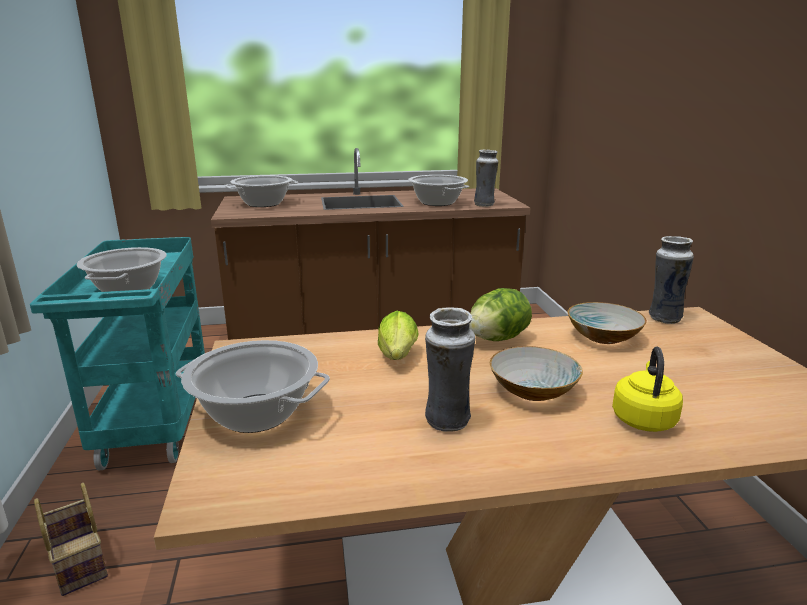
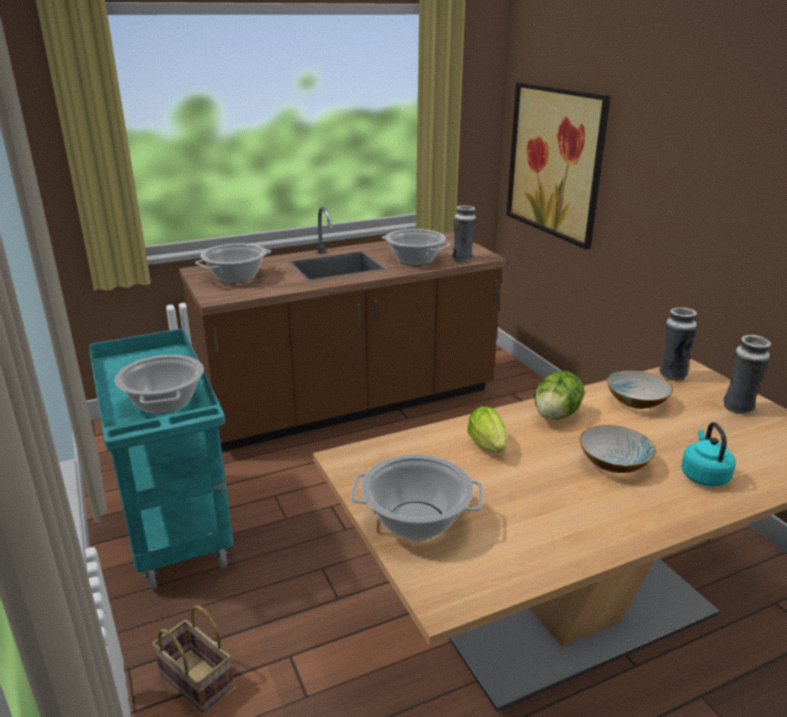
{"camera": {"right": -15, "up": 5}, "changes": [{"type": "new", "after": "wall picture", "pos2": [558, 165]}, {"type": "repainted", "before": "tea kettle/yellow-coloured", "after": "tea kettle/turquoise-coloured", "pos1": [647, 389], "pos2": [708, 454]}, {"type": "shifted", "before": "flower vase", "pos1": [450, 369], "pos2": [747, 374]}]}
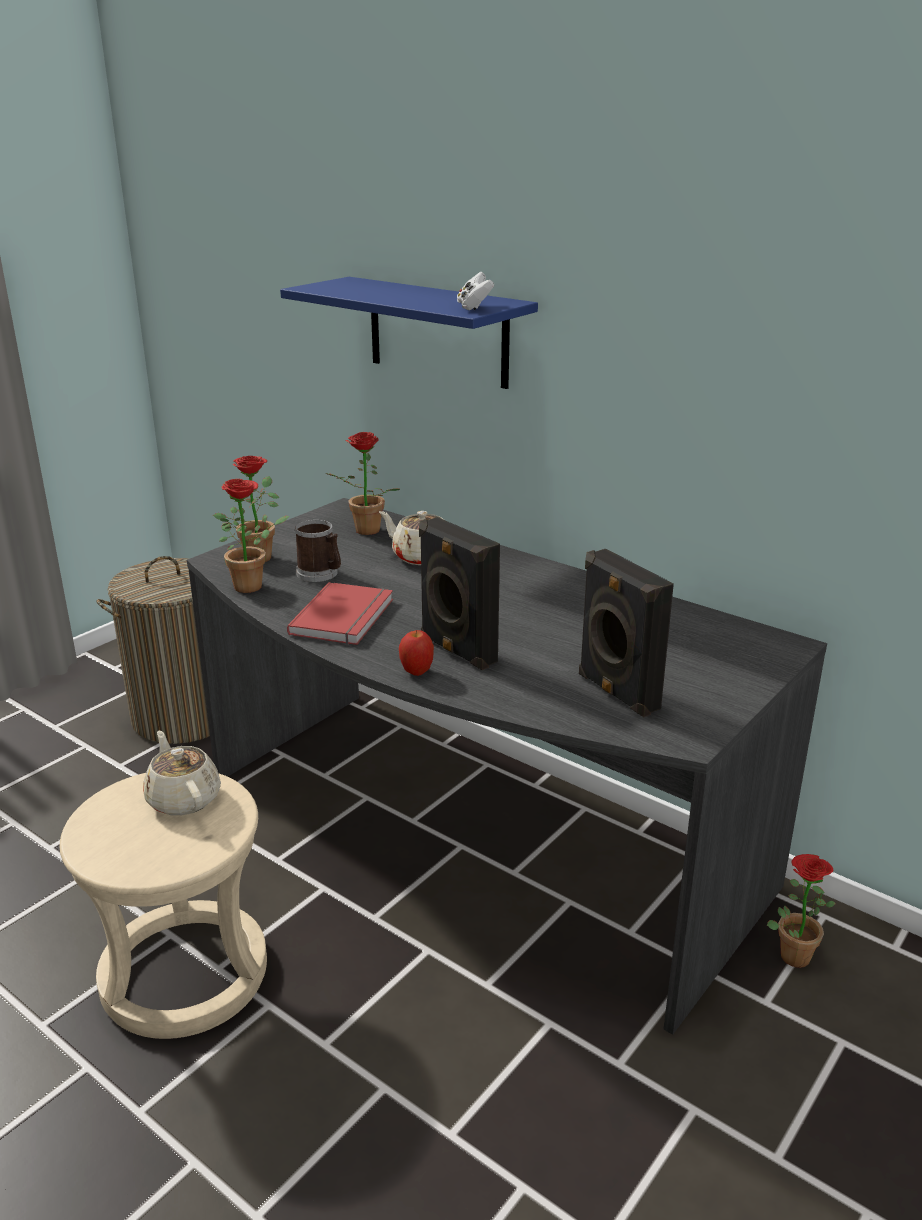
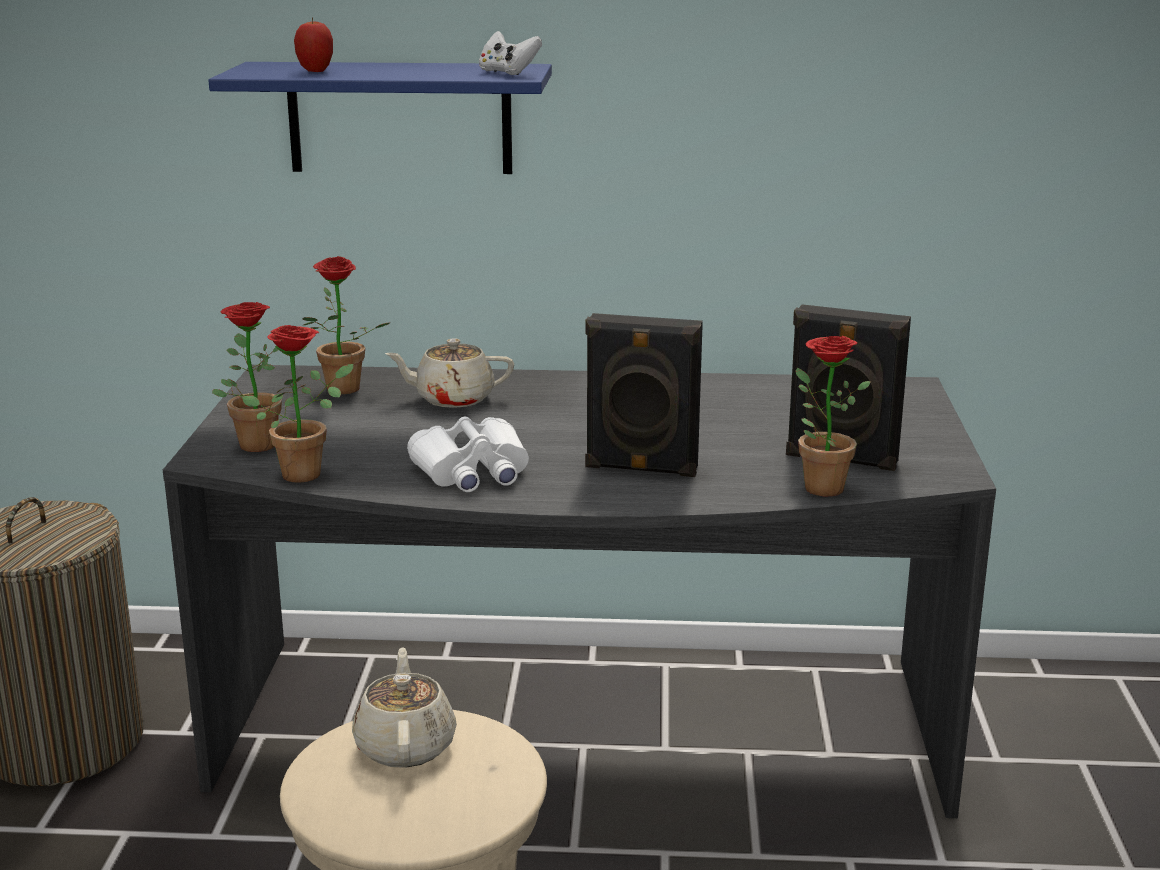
{"camera": {"right": -35, "up": -5}, "changes": [{"type": "shifted", "before": "apple fruit", "pos1": [416, 653], "pos2": [313, 44]}, {"type": "rotated", "before": "tea pot/beige-coloured", "pos1": [182, 773], "pos2": [404, 707], "turn": 60}, {"type": "swapped", "before": "volume/red-coloured", "after": "field glasses/white", "pos1": [340, 613], "pos2": [468, 454]}, {"type": "shifted", "before": "potted plant", "pos1": [801, 911], "pos2": [833, 416]}, {"type": "gone", "before": "coffee mug", "pos1": [317, 551]}]}
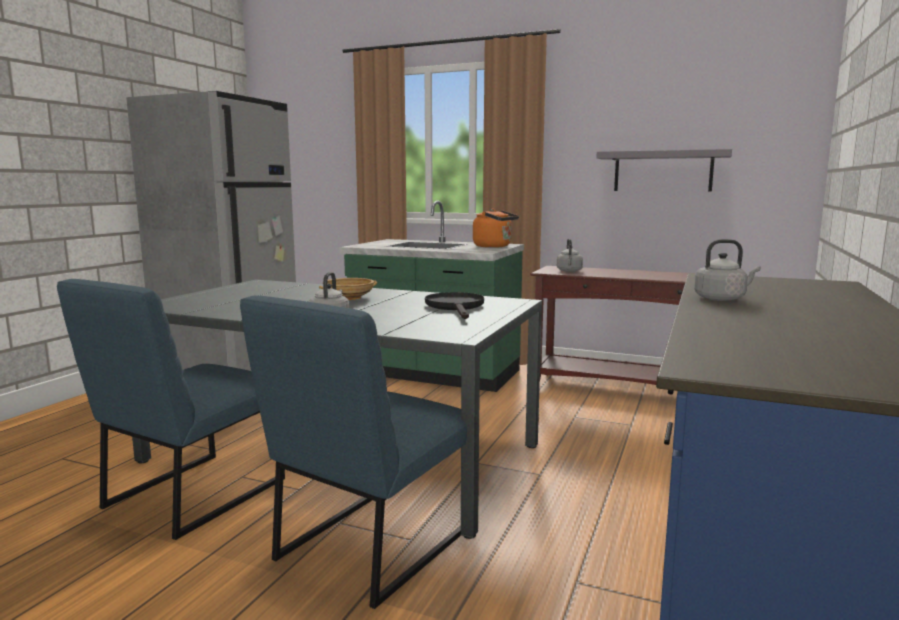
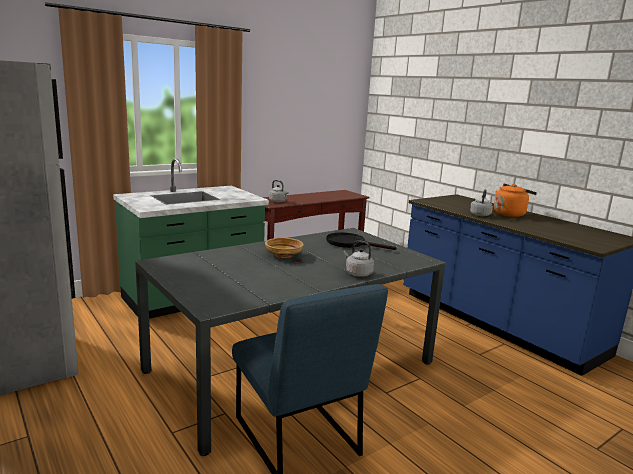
{"camera": {"right": -60, "up": 5}, "changes": [{"type": "shifted", "before": "tea kettle/orangey", "pos1": [496, 228], "pos2": [515, 200]}, {"type": "gone", "before": "upright chair/bluish", "pos1": [353, 452]}, {"type": "gone", "before": "bracket shelf/greyish", "pos1": [664, 170]}]}
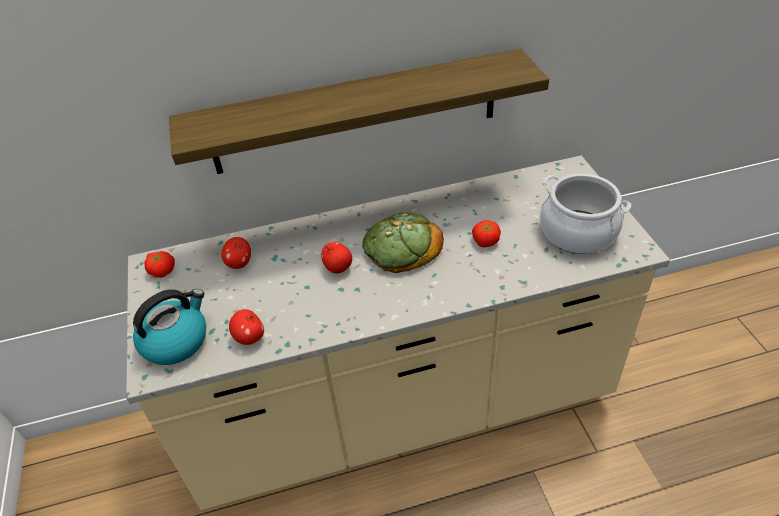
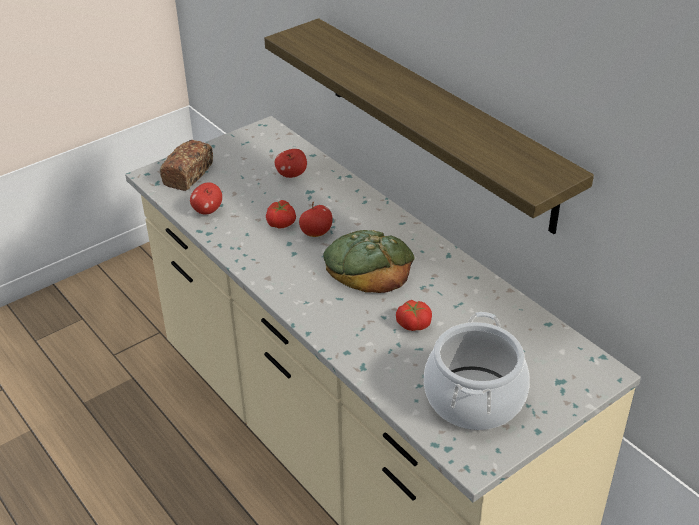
{"camera": {"right": 65, "up": -5}, "changes": [{"type": "swapped", "before": "tea kettle", "after": "bakery bread", "pos1": [169, 327], "pos2": [186, 165]}, {"type": "shifted", "before": "tomato", "pos1": [159, 264], "pos2": [281, 214]}]}
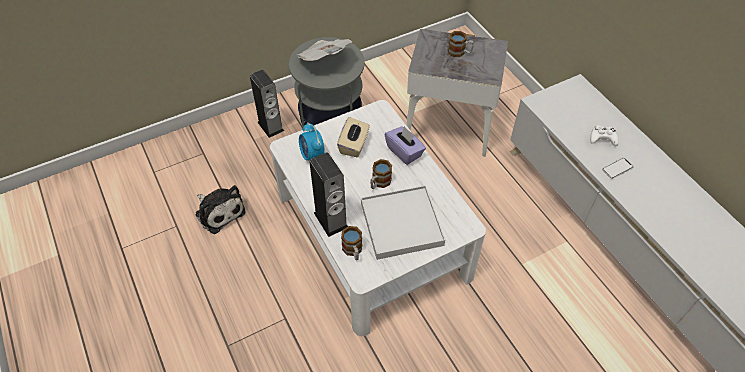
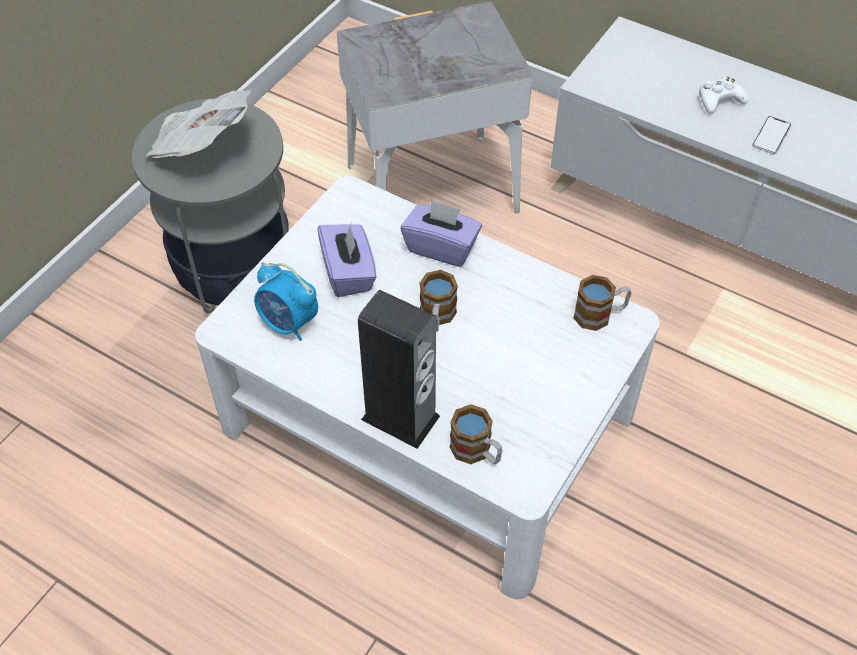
{"camera": {"right": -30, "up": 0}, "changes": [{"type": "repainted", "before": "box of tissues/beige-coloured", "after": "box of tissues/purplish", "pos1": [353, 137], "pos2": [347, 260]}, {"type": "shifted", "before": "coffee mug", "pos1": [461, 44], "pos2": [602, 303]}, {"type": "gone", "before": "cuddly toy", "pos1": [220, 209]}, {"type": "gone", "before": "audio speaker", "pos1": [267, 104]}, {"type": "gone", "before": "serving tray/white", "pos1": [403, 222]}]}
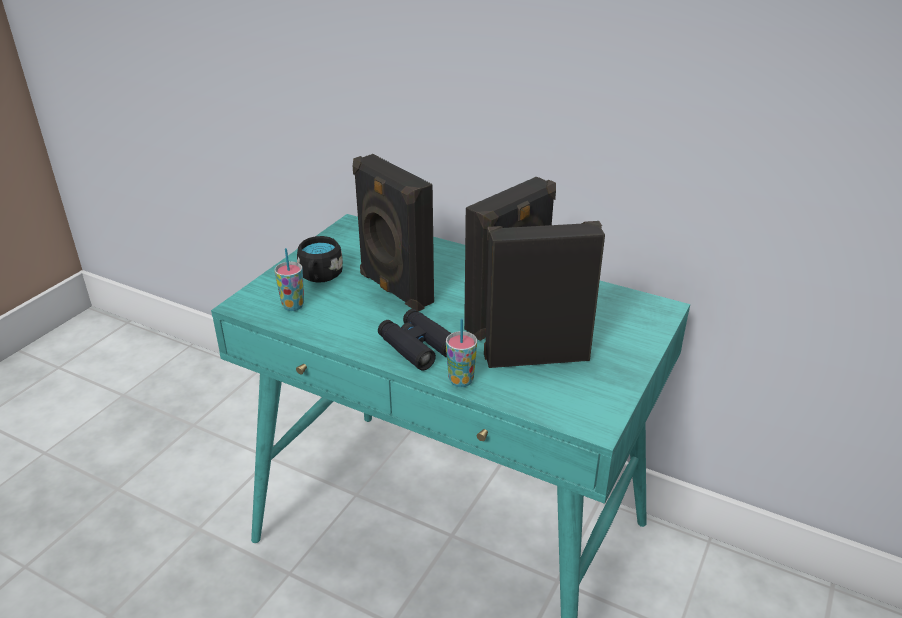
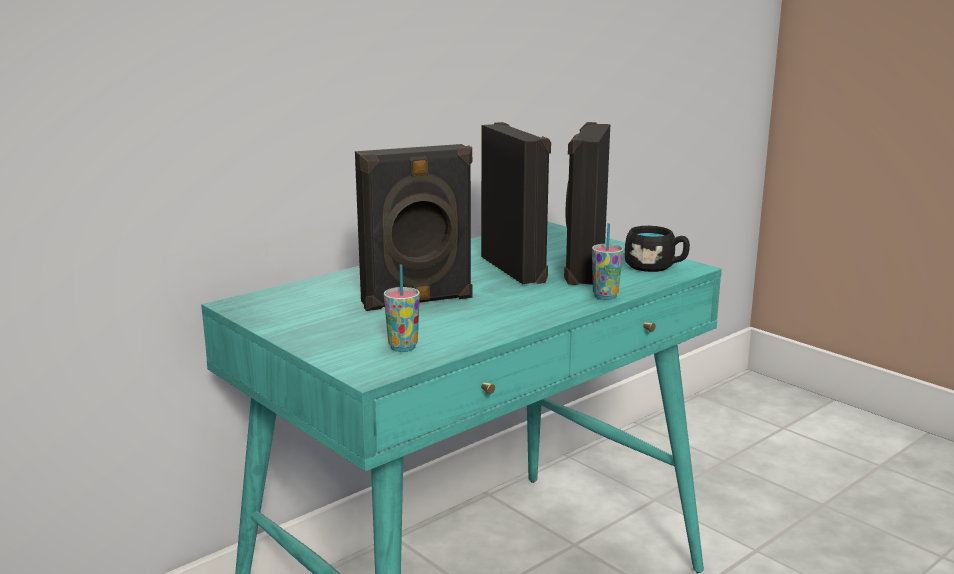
{"camera": {"right": -70, "up": -15}, "changes": [{"type": "shifted", "before": "coffee mug/blackish", "pos1": [320, 259], "pos2": [657, 249]}, {"type": "gone", "before": "field glasses/blackish", "pos1": [414, 339]}]}
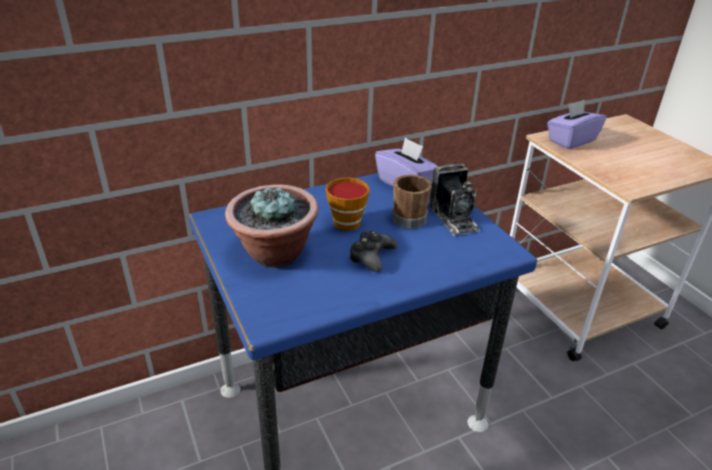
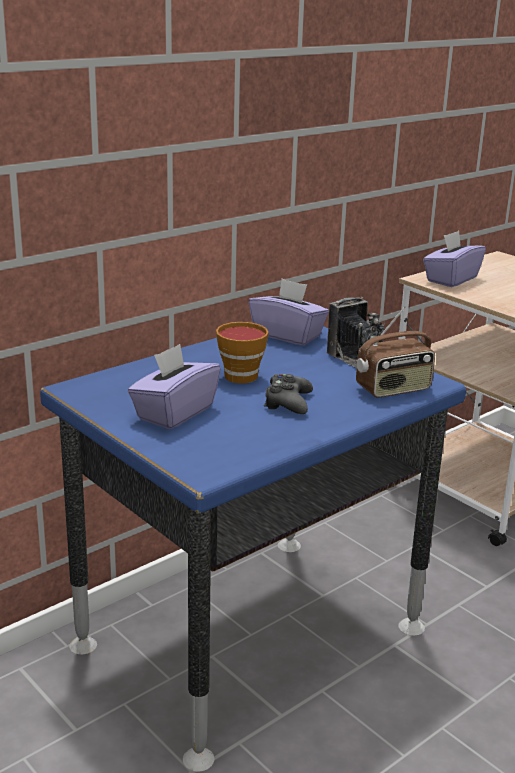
{"camera": {"right": -15, "up": -10}, "changes": [{"type": "swapped", "before": "potted plant", "after": "box of tissues/purplish", "pos1": [272, 226], "pos2": [174, 386]}, {"type": "new", "after": "radio", "pos2": [395, 352]}, {"type": "gone", "before": "coffee mug/brown-coloured", "pos1": [412, 201]}]}
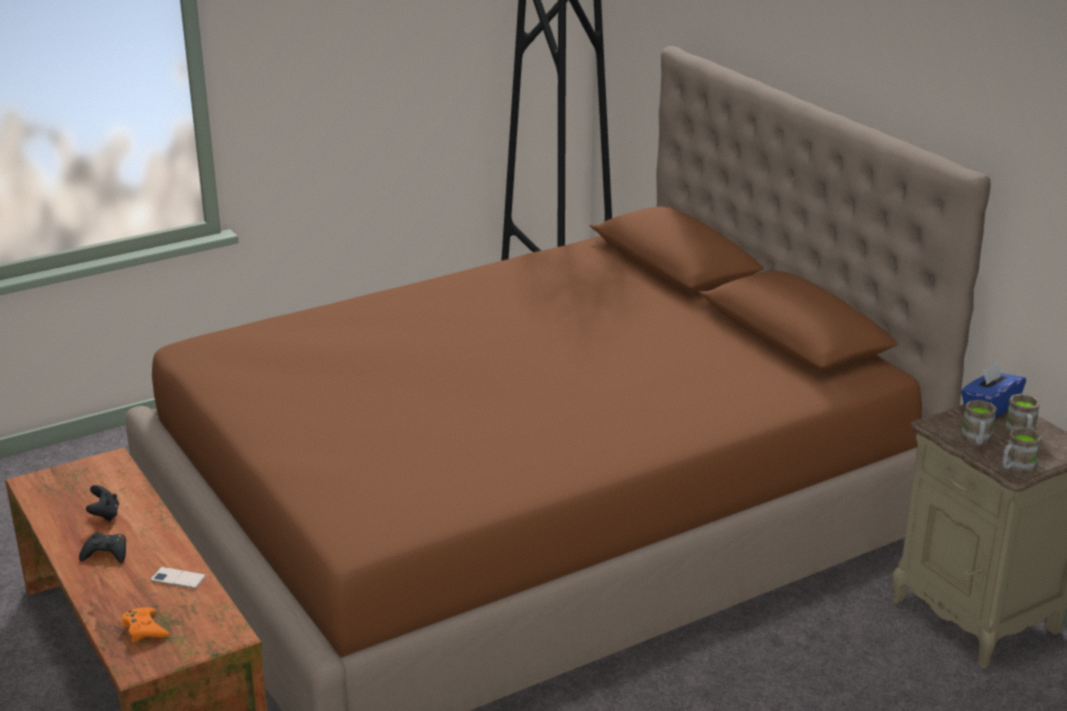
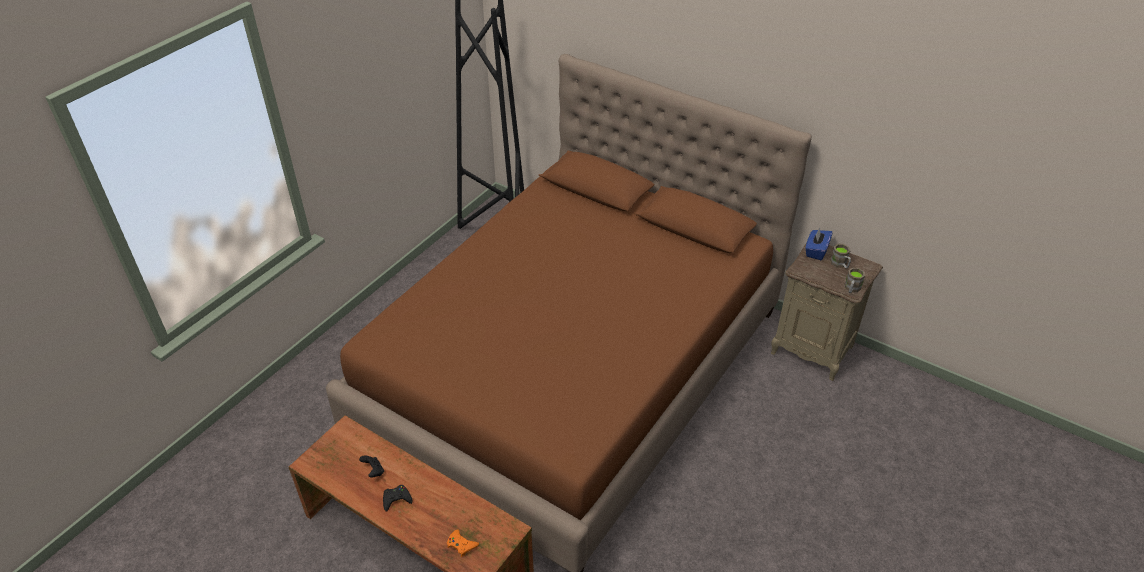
{"camera": {"right": -25, "up": 15}, "changes": [{"type": "gone", "before": "phone", "pos1": [178, 578]}, {"type": "gone", "before": "coffee mug/brown-coloured", "pos1": [978, 422]}]}
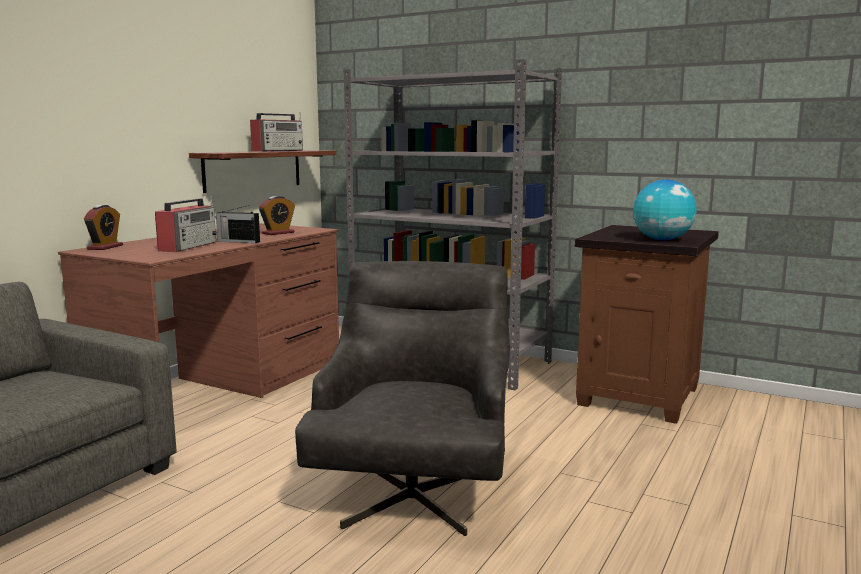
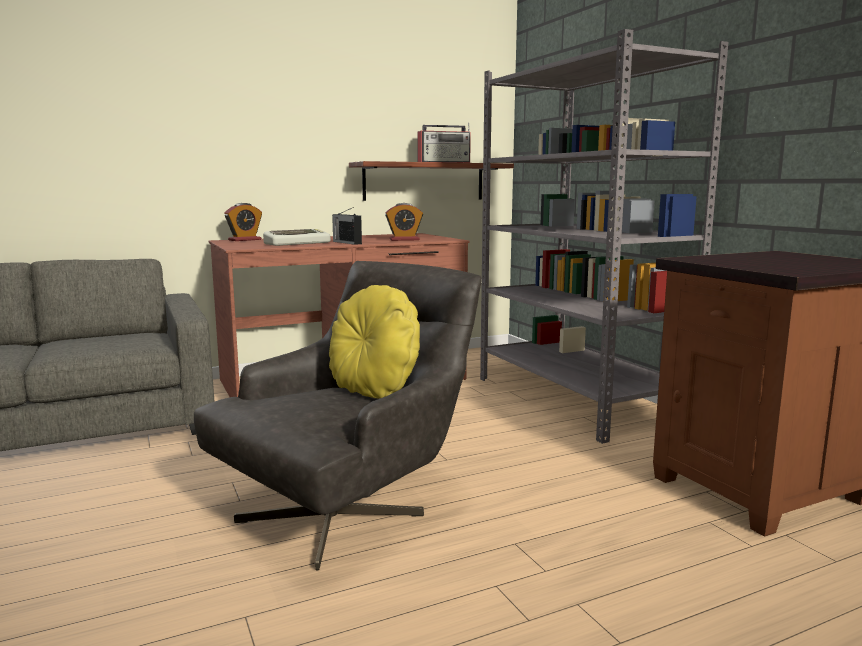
{"camera": {"right": 35, "up": 0}, "changes": [{"type": "swapped", "before": "radio", "after": "PC keyboard", "pos1": [186, 224], "pos2": [297, 237]}, {"type": "new", "after": "pillow/yellow-coloured", "pos2": [374, 342]}, {"type": "gone", "before": "desk globe", "pos1": [664, 210]}]}
